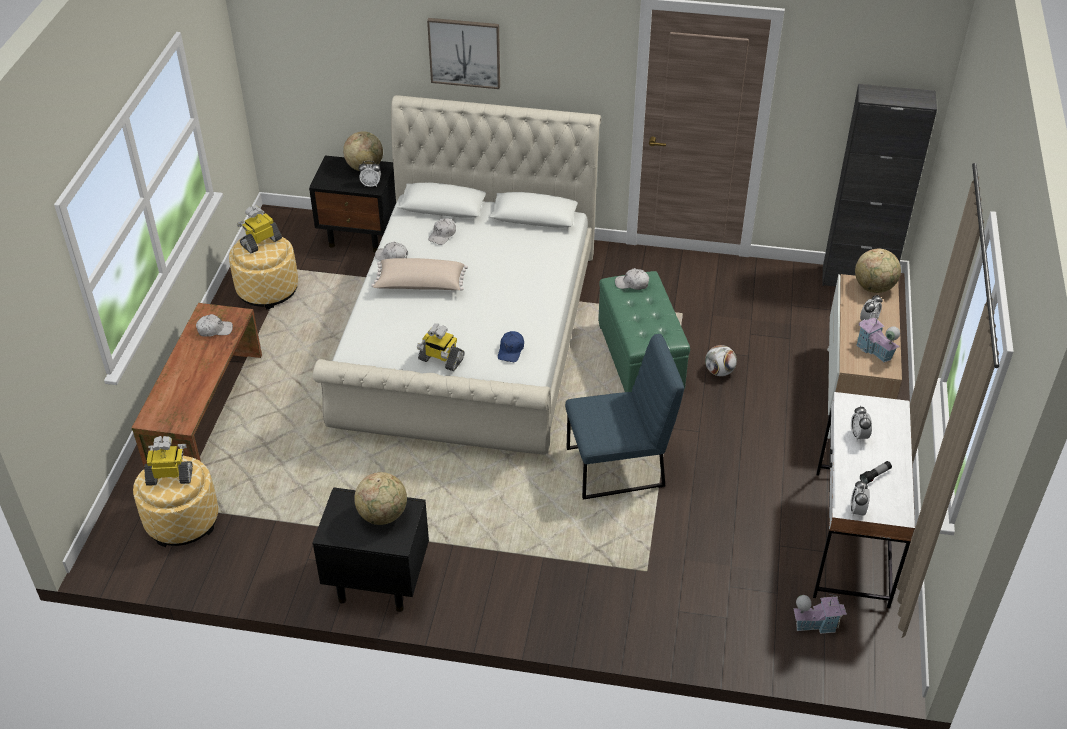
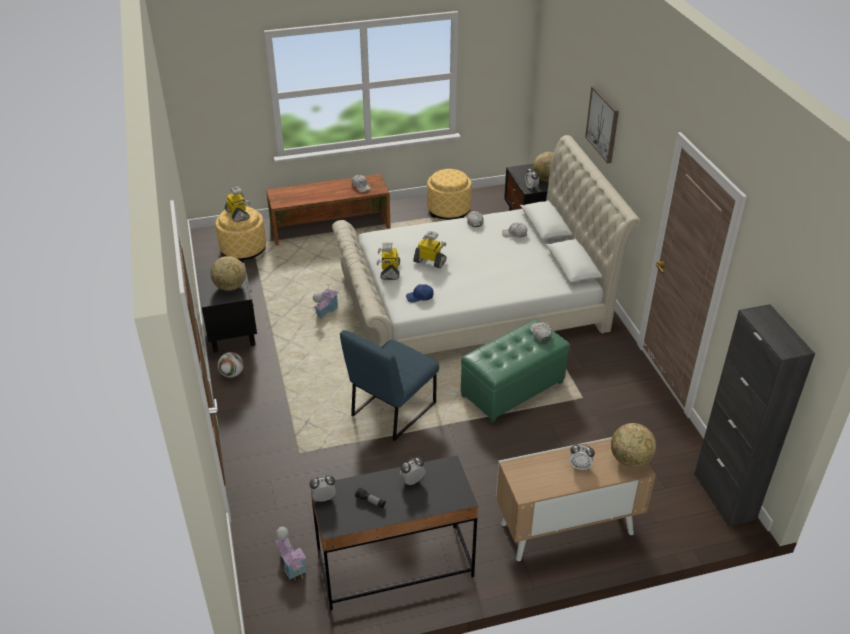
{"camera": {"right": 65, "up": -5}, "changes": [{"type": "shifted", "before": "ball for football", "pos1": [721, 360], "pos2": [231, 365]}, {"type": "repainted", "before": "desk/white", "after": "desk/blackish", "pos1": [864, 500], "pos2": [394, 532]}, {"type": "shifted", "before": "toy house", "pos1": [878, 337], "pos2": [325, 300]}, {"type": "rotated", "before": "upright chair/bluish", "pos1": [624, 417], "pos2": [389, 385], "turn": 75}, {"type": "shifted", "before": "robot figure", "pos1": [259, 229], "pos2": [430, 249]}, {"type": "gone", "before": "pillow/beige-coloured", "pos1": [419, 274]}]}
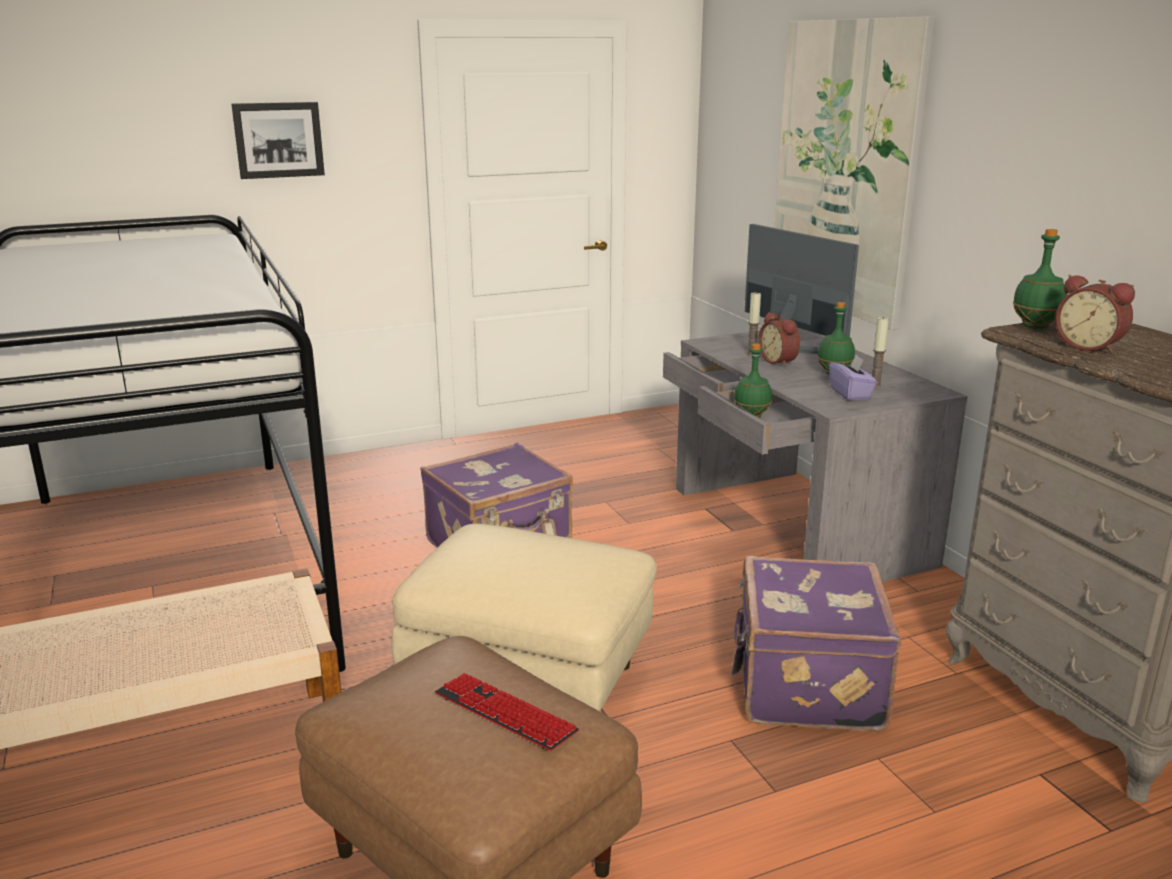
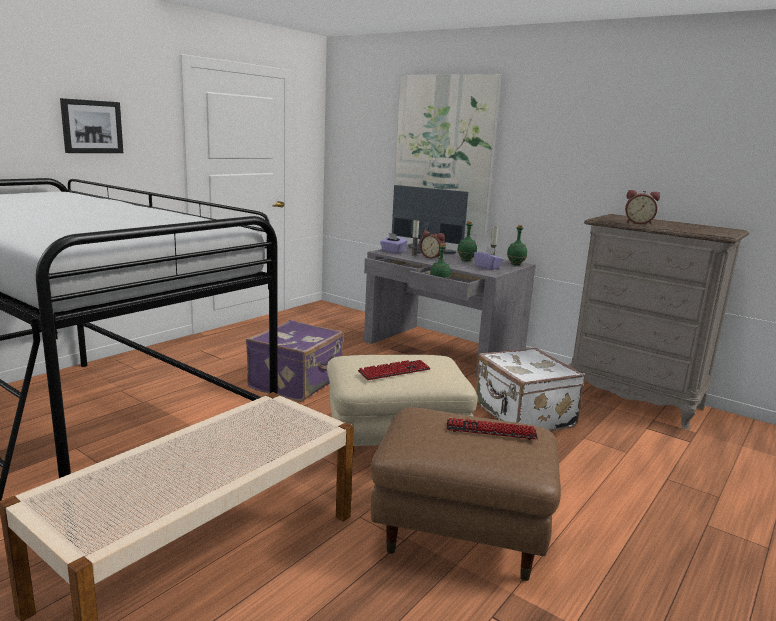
{"camera": {"right": -30, "up": -5}, "changes": [{"type": "new", "after": "PC keyboard", "pos2": [394, 370]}, {"type": "new", "after": "box of tissues/purplish", "pos2": [393, 243]}, {"type": "repainted", "before": "piece of luggage/purplish", "after": "piece of luggage/white", "pos1": [816, 643], "pos2": [530, 390]}, {"type": "shifted", "before": "bottle/greenish", "pos1": [1040, 279], "pos2": [517, 245]}]}
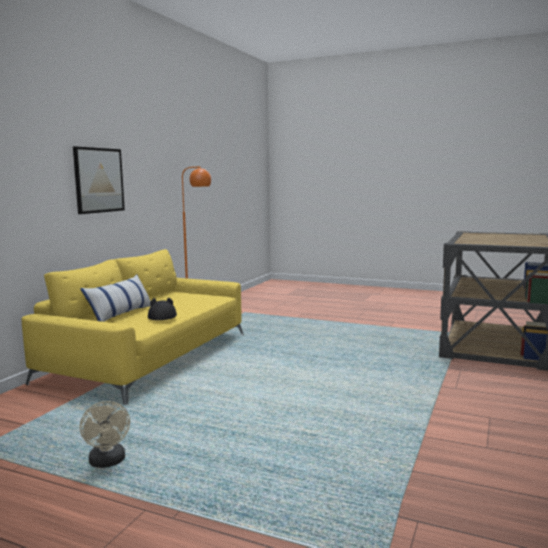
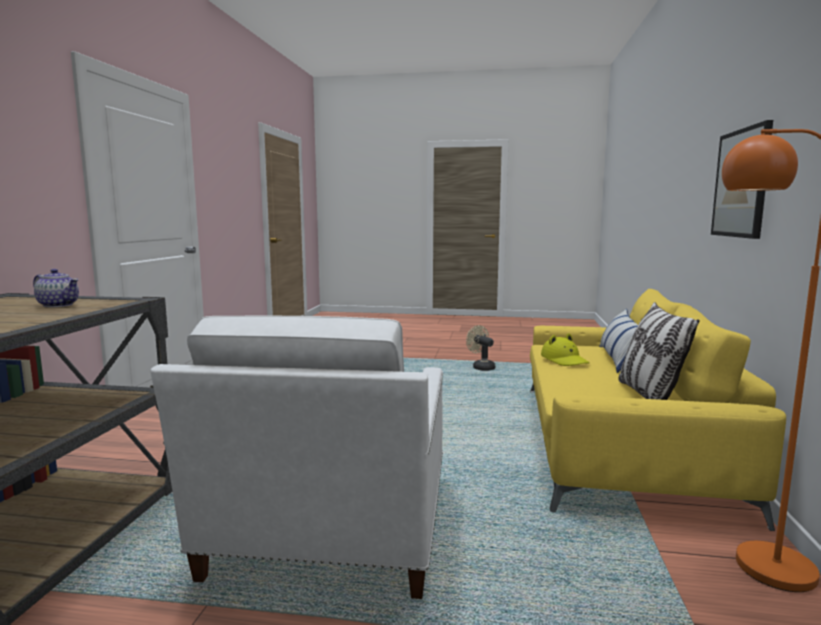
{"camera": {"right": 165, "up": 0}, "changes": [{"type": "new", "after": "tea pot", "pos2": [56, 288]}, {"type": "new", "after": "armchair/white", "pos2": [297, 457]}, {"type": "repainted", "before": "hat/blackish", "after": "hat/yellow-coloured", "pos1": [162, 309], "pos2": [565, 349]}, {"type": "new", "after": "pillow", "pos2": [659, 351]}]}
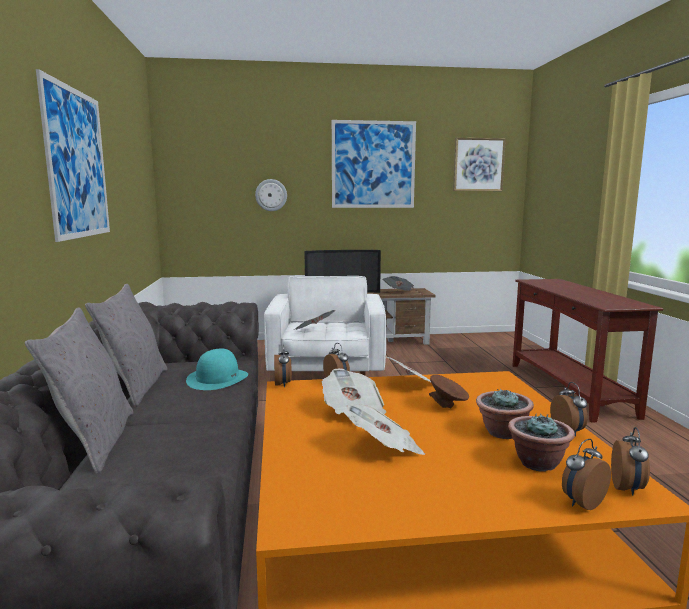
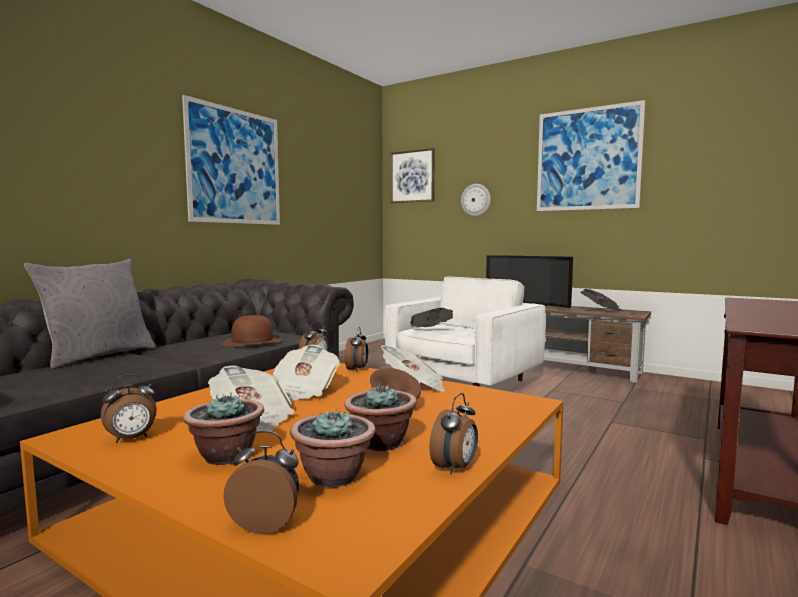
{"camera": {"right": 40, "up": -5}, "changes": [{"type": "shifted", "before": "table clock", "pos1": [630, 461], "pos2": [129, 408]}, {"type": "new", "after": "potted plant", "pos2": [223, 429]}, {"type": "repainted", "before": "hat/turquoise-coloured", "after": "hat/brown-coloured", "pos1": [217, 369], "pos2": [252, 331]}, {"type": "shifted", "before": "wall picture", "pos1": [479, 164], "pos2": [412, 175]}, {"type": "gone", "before": "pillow/greyish", "pos1": [126, 345]}]}
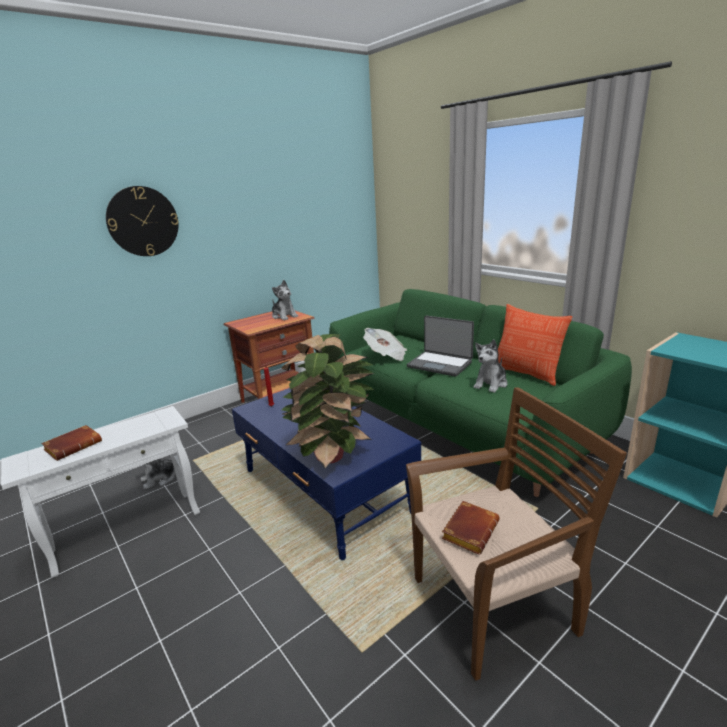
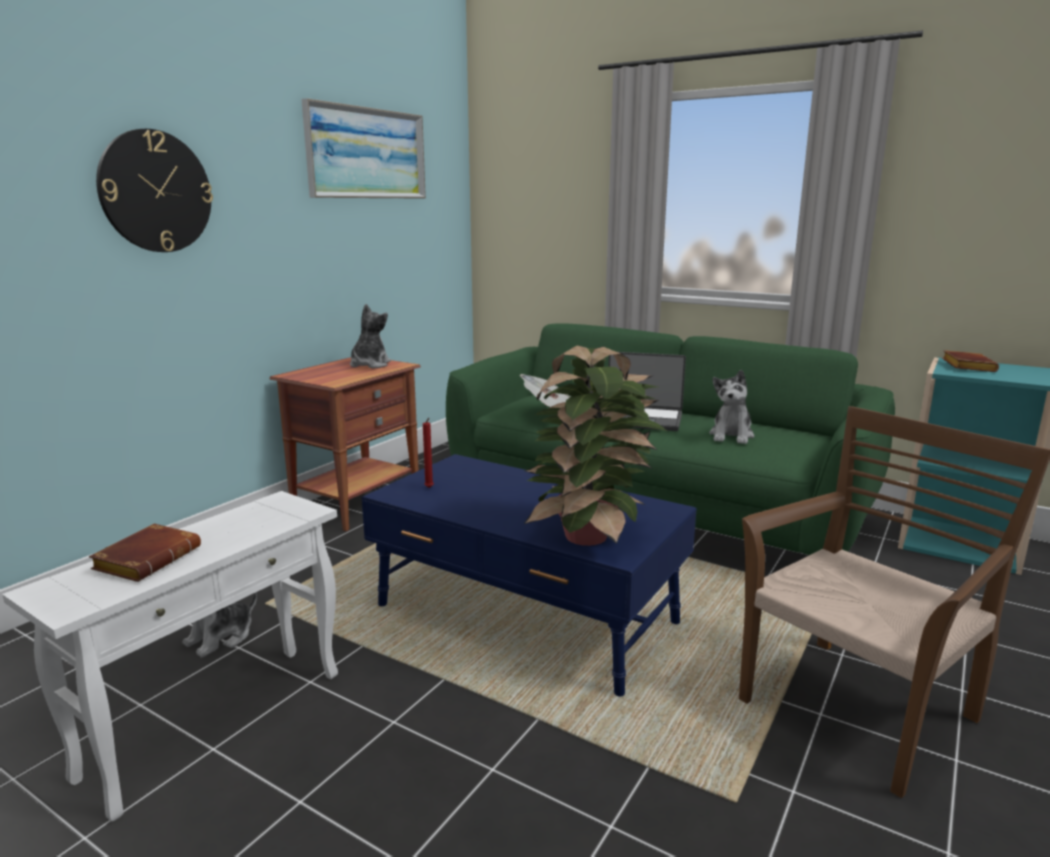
{"camera": {"right": -20, "up": -5}, "changes": [{"type": "new", "after": "wall picture", "pos2": [363, 148]}, {"type": "rotated", "before": "cuddly toy", "pos1": [285, 300], "pos2": [370, 336], "turn": -105}, {"type": "shifted", "before": "volume/brown-coloured", "pos1": [471, 528], "pos2": [970, 361]}, {"type": "gone", "before": "pillow/orangey", "pos1": [535, 345]}]}
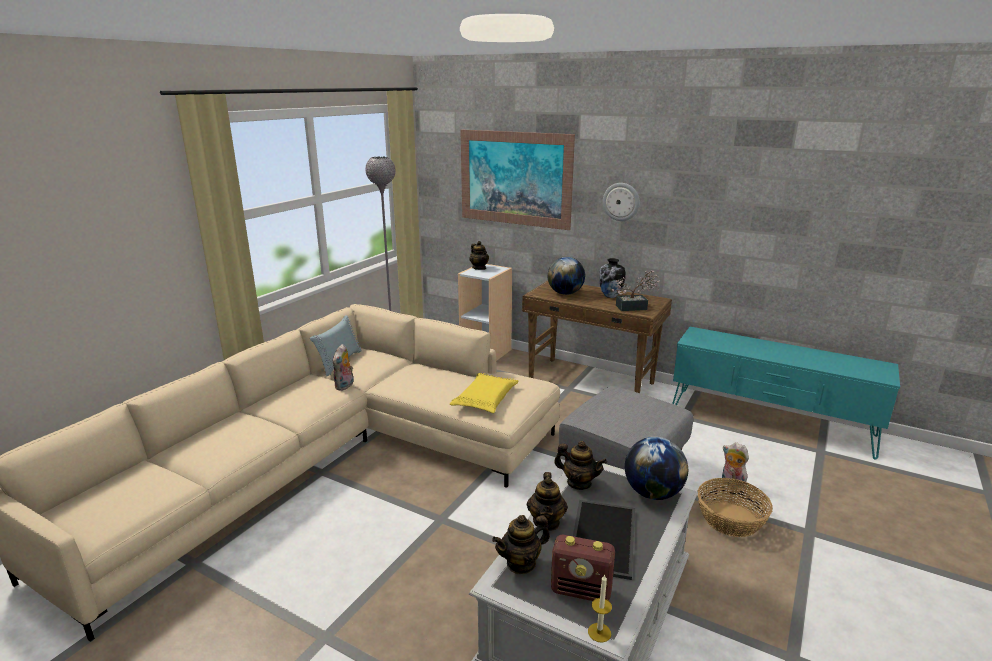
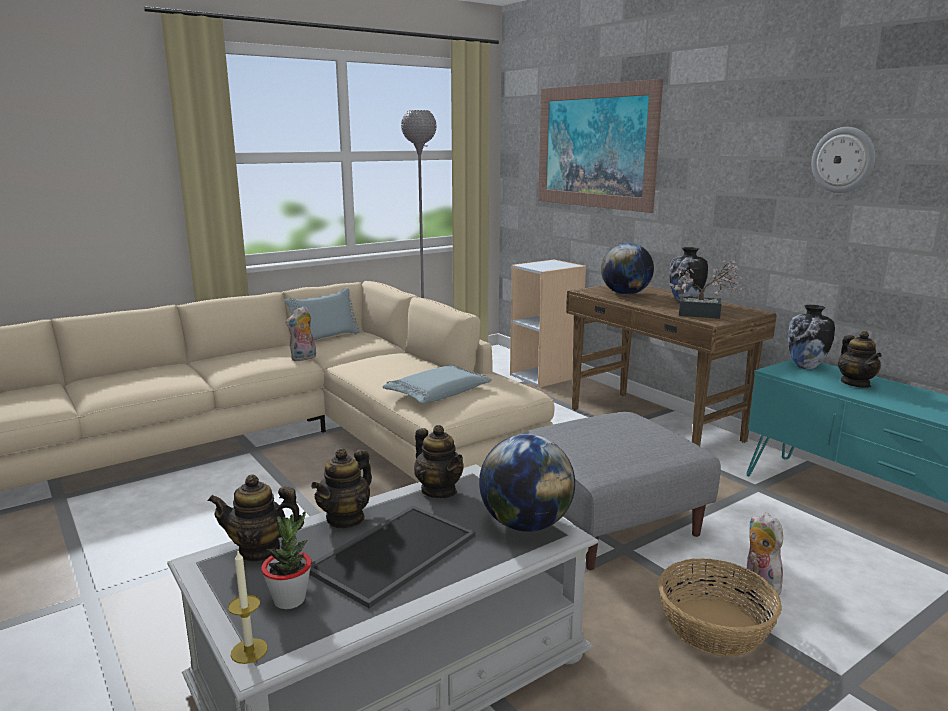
{"camera": {"right": 25, "up": -5}, "changes": [{"type": "swapped", "before": "radio", "after": "potted plant", "pos1": [583, 568], "pos2": [286, 560]}, {"type": "repainted", "before": "pillow/yellow-coloured", "after": "pillow/bluish", "pos1": [484, 393], "pos2": [437, 384]}, {"type": "new", "after": "flower vase", "pos2": [811, 337]}, {"type": "shifted", "before": "wall clock", "pos1": [621, 202], "pos2": [843, 160]}, {"type": "shifted", "before": "tea pot", "pos1": [479, 255], "pos2": [860, 359]}]}
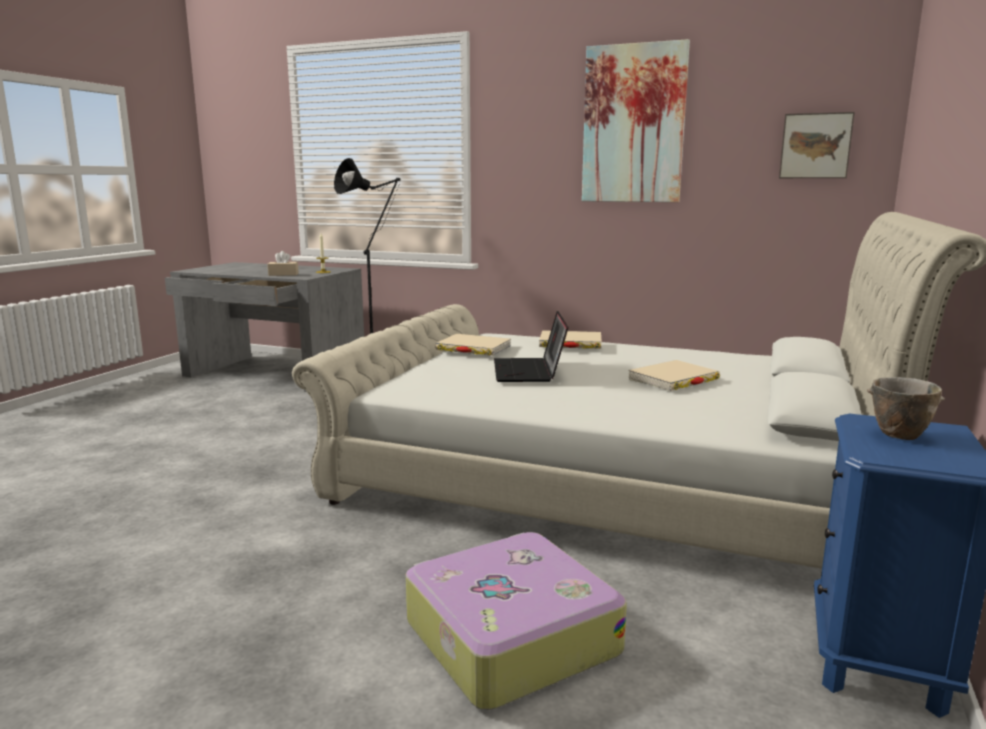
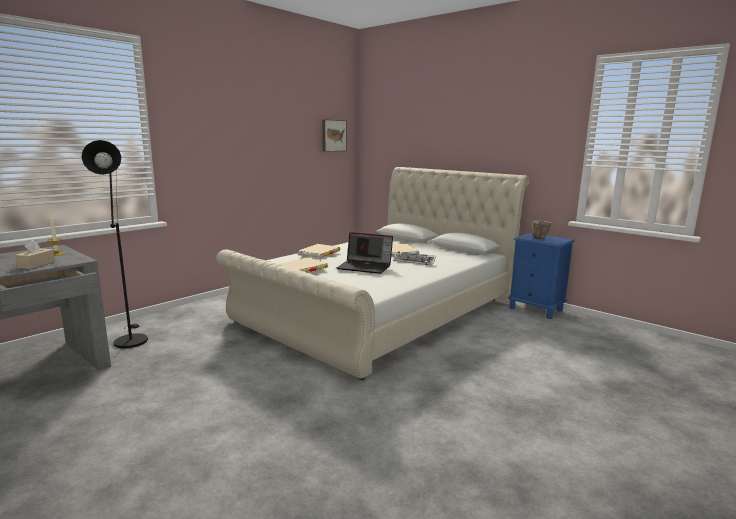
{"camera": {"right": -70, "up": 0}, "changes": [{"type": "new", "after": "PC keyboard", "pos2": [414, 258]}, {"type": "gone", "before": "piece of luggage", "pos1": [516, 621]}, {"type": "gone", "before": "wall picture", "pos1": [636, 120]}]}
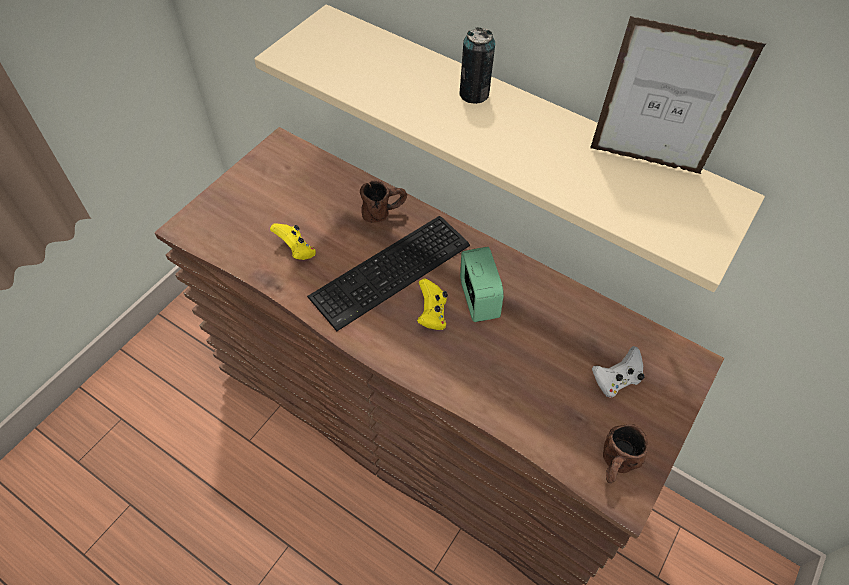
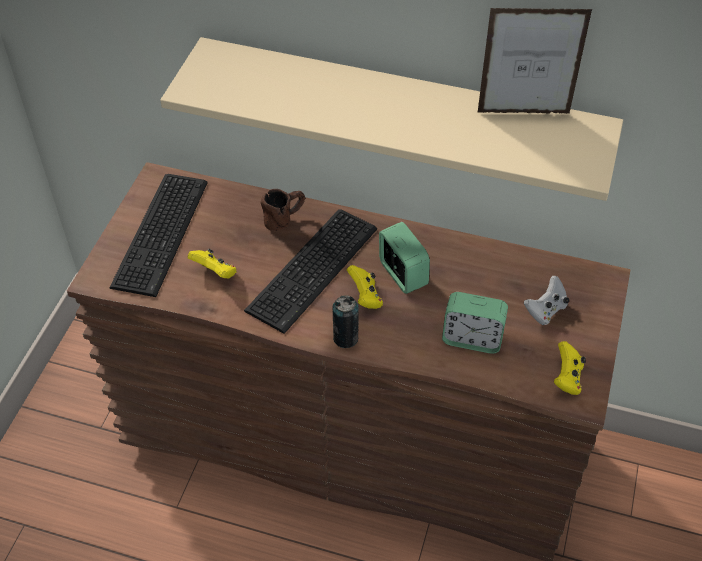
{"camera": {"right": -15, "up": -5}, "changes": [{"type": "new", "after": "PC keyboard", "pos2": [158, 235]}, {"type": "shifted", "before": "metal can", "pos1": [477, 65], "pos2": [346, 321]}, {"type": "new", "after": "table clock", "pos2": [475, 323]}, {"type": "swapped", "before": "coffee mug/brown-coloured", "after": "game controller/yellow-coloured", "pos1": [625, 454], "pos2": [570, 368]}]}
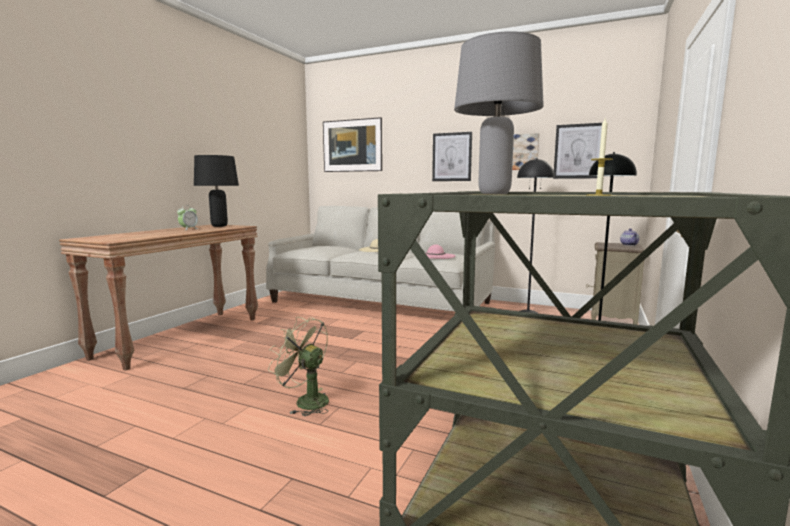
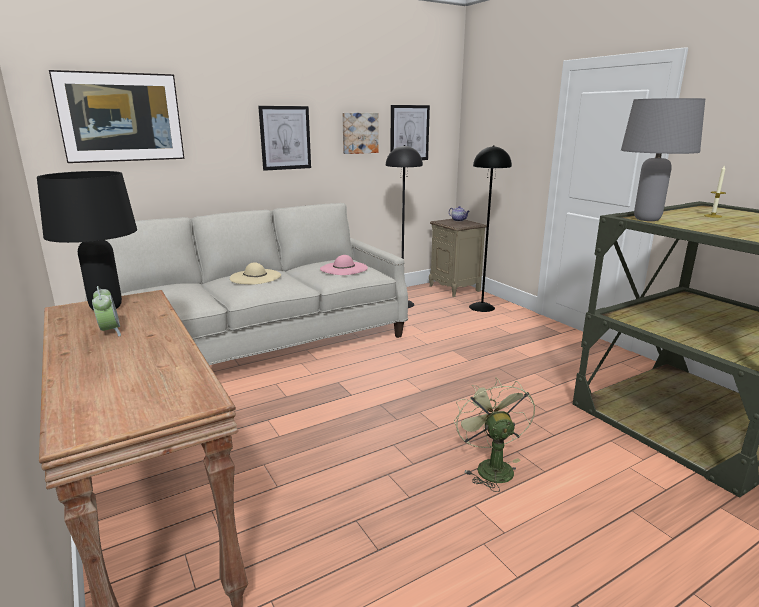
{"camera": {"right": -55, "up": 10}, "changes": [{"type": "rotated", "before": "cooling fan/greenish", "pos1": [298, 366], "pos2": [494, 434], "turn": 105}]}
